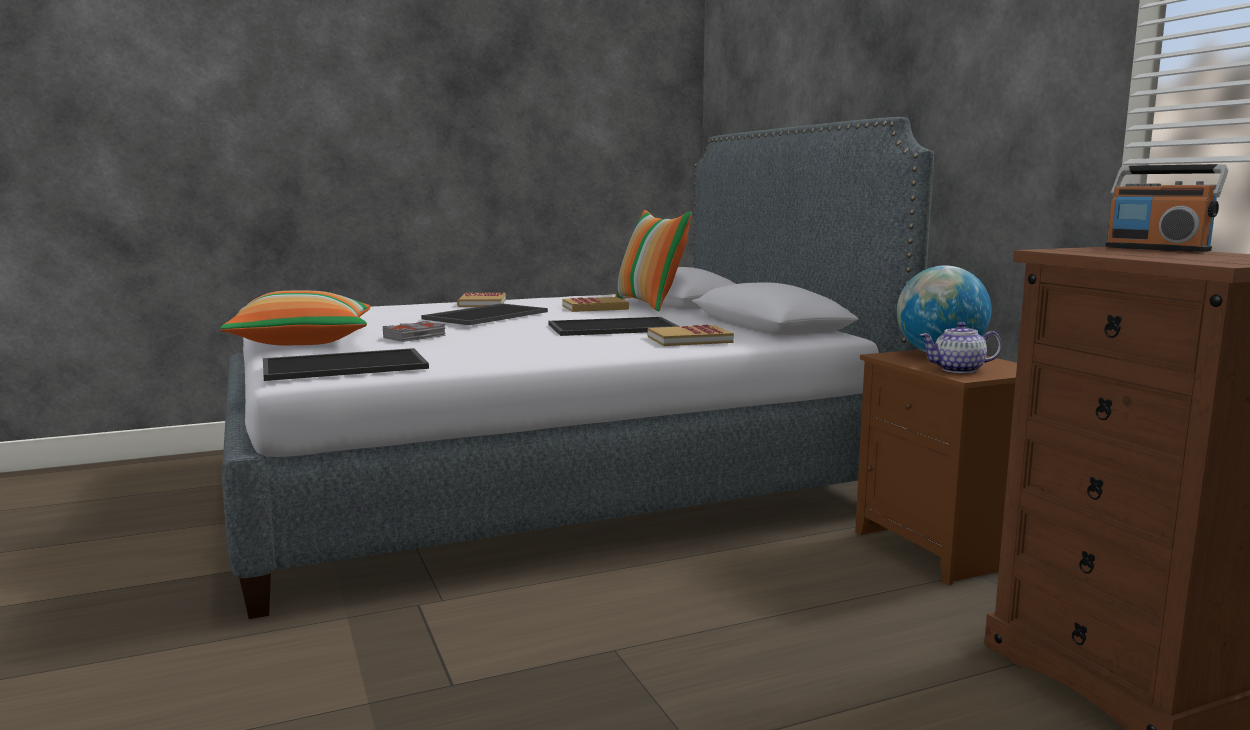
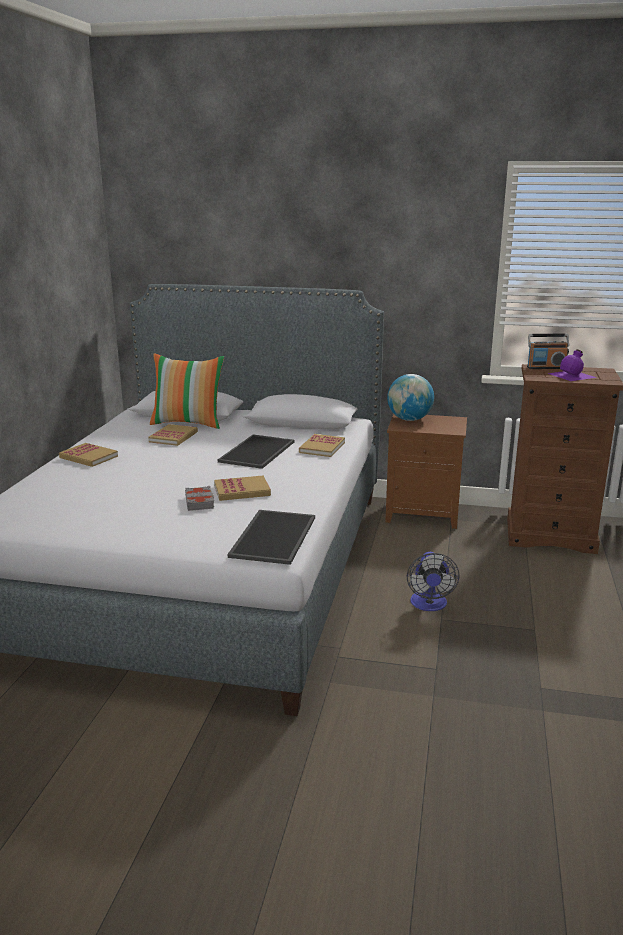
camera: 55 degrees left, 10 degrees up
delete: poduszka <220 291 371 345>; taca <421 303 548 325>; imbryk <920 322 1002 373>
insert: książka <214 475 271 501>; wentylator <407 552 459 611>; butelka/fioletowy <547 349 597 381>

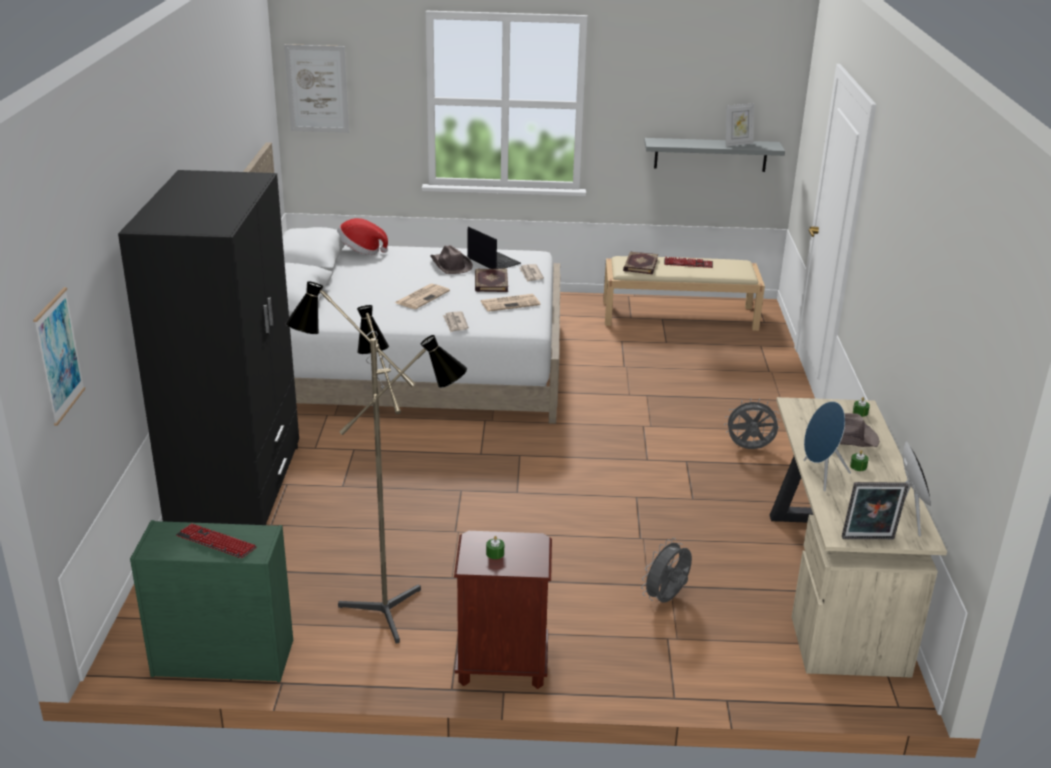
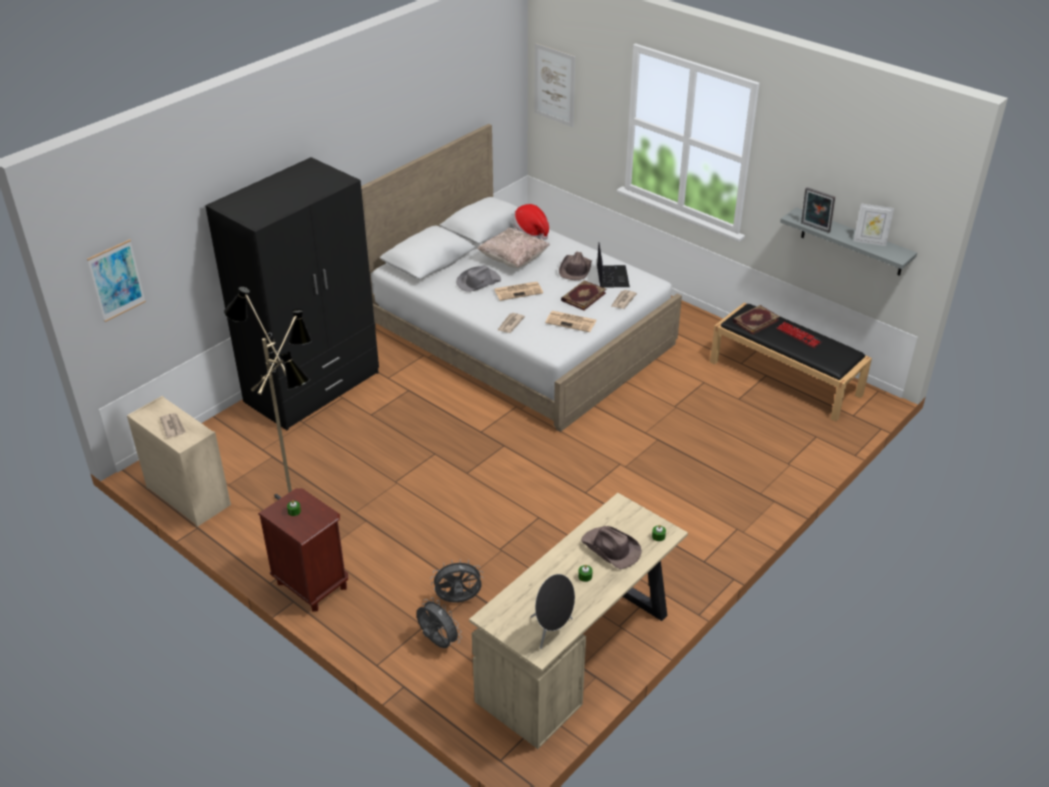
camera: 40 degrees right, 10 degrees up
delete: głośnik/niebieski <804 401 851 492>
insert: kapelusz/szary <456 265 501 292>; poduszka/beżowy <477 228 550 268>
move: wentylator/szary <724 398 780 449> to <416 597 462 648>; ramka na zdjęcie <842 482 909 539> to <801 187 835 233>
replace: klawiatura <176 523 257 558> to gazeta <160 413 186 438>
recolor: komoda/zielony <130 520 293 682> to komoda/beżowy <127 396 231 527>; ławka/beżowy <603 256 765 331> to ławka/czarny <710 303 872 422>

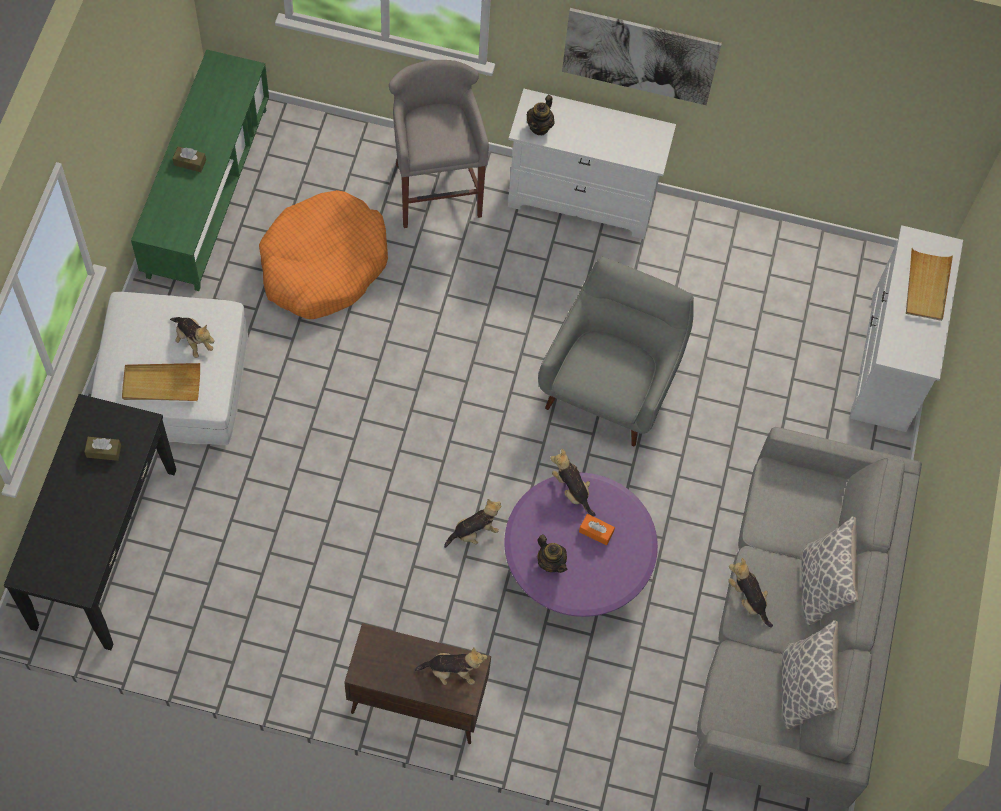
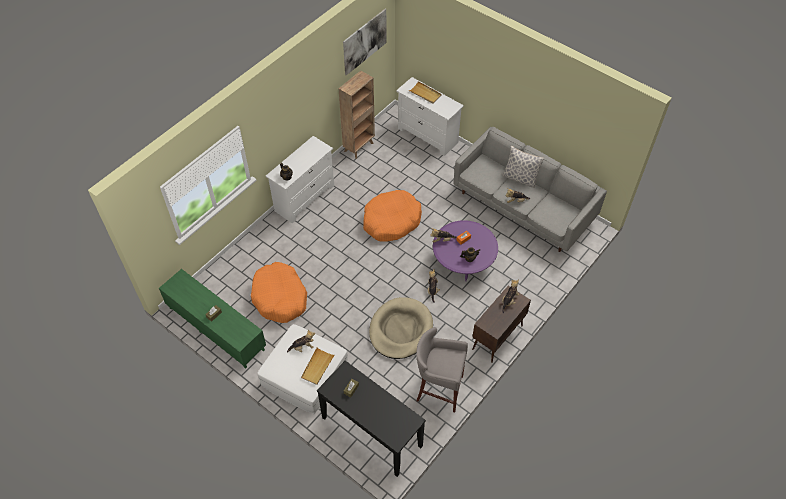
camera: 60 degrees left, 10 degrees down
delete: poduszka <782 620 839 729>
insert: regał/brązowy <339 71 375 159>; legowisko/beżowy <369 297 433 359>
move: obraz <562 8 722 105> to <343 9 387 75>; stołek/szary <389 60 489 228> to <416 327 468 412>
replace: fotel/szary <538 257 694 446> to legowisko/pomarańczowy <363 190 422 242>

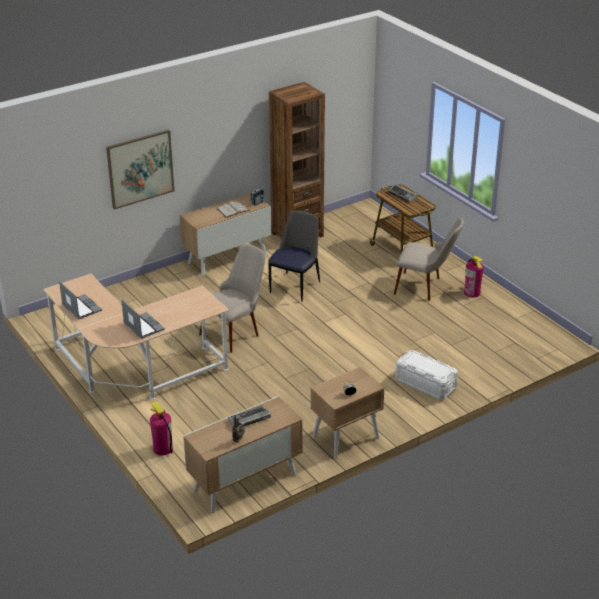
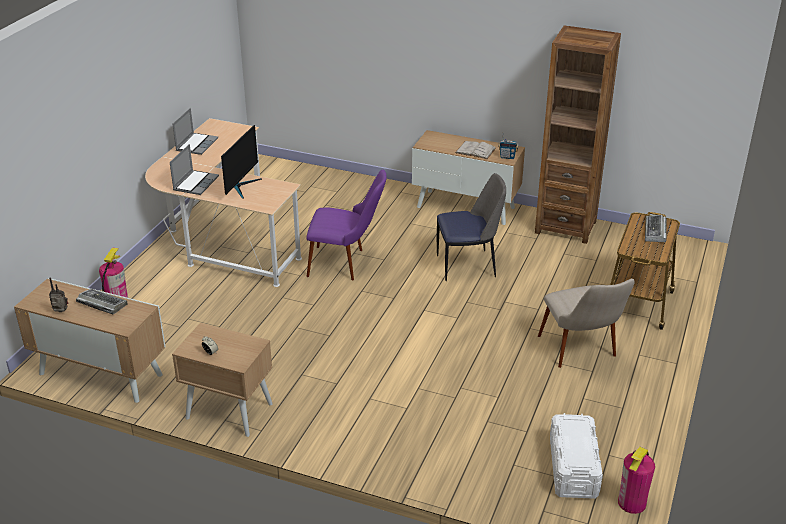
camera: 55 degrees right, 0 degrees up
delete: obraz <106 130 174 209>
insert: monitor <221 125 262 199>
move: pojemnik do przechowywania/biały <395 350 458 400> to <550 413 603 499>; gaśnica <464 256 484 298> to <618 447 655 514>
recolor: krzesło/beżowy <199 244 265 353> to krzesło/fioletowy <306 170 387 281>

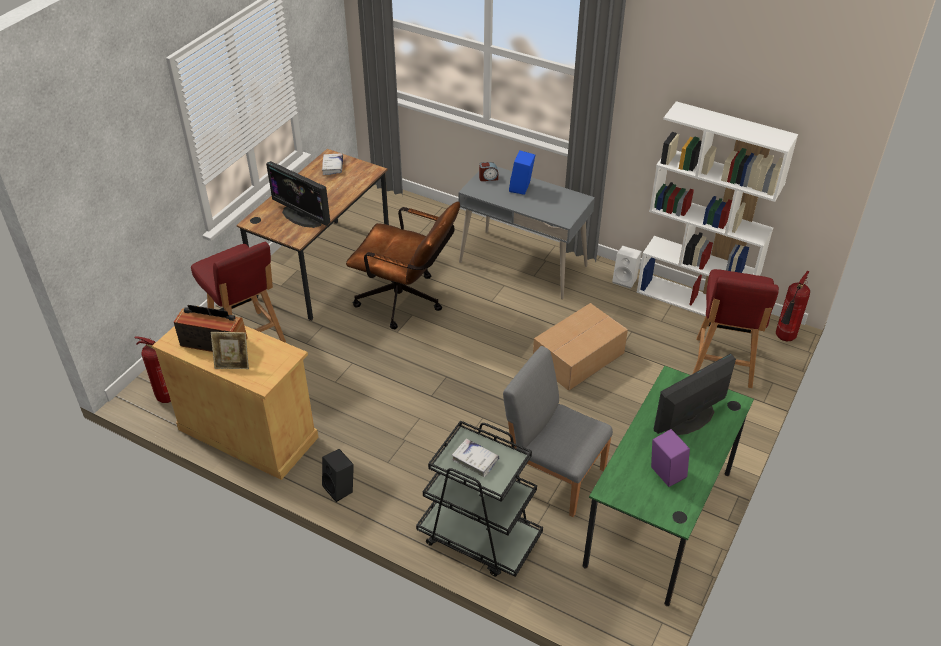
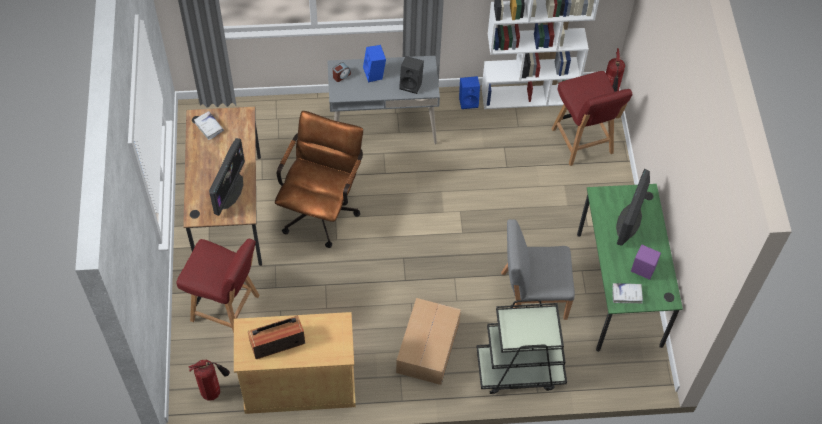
camera: 35 degrees left, 15 degrees up
delete: ramka na zdjęcie <211 332 249 369>
move: karton <533 303 628 391> to <396 298 461 385>; głośnik/czarny <322 449 354 502> to <399 56 424 94>; książka/biały <452 438 500 477> to <612 283 643 303>
recolor: głośnik/biały <612 246 642 289> to głośnik/niebieski <459 76 480 109>
rotate: monitor <266 161 330 228> = <209 138 245 216> 75 degrees counterclockwise; krzesło biurowe/brązowy <346 201 460 329> = <275 111 363 248> 60 degrees counterclockwise

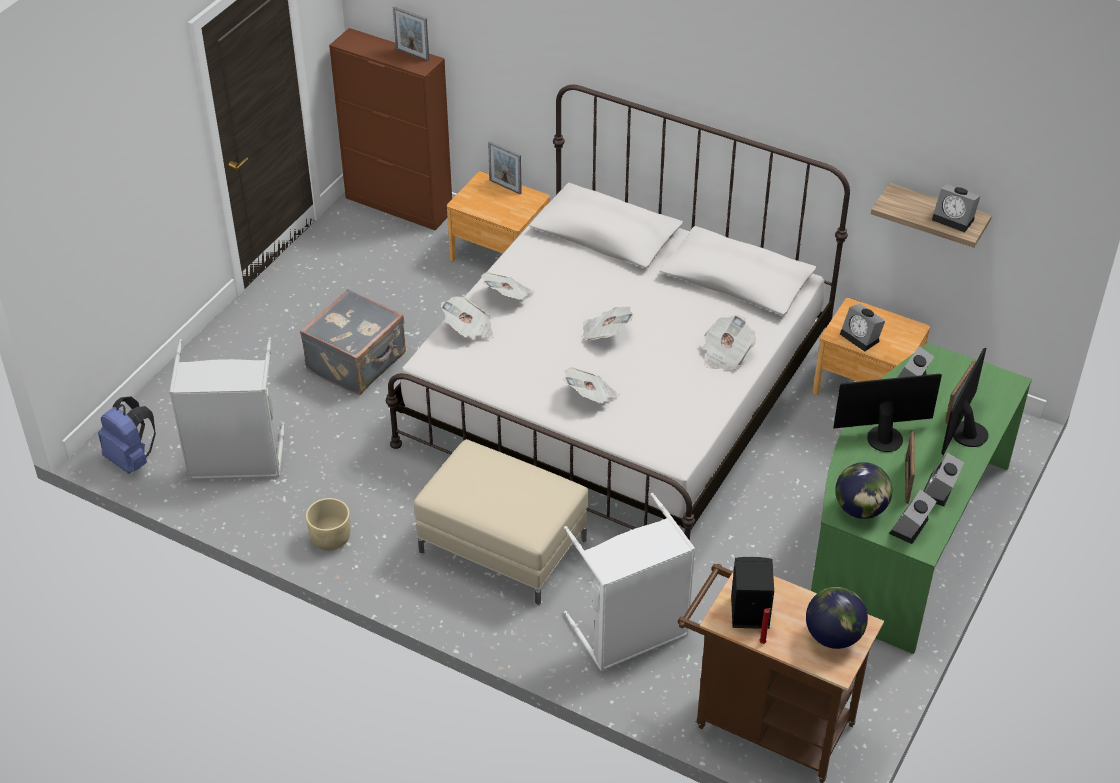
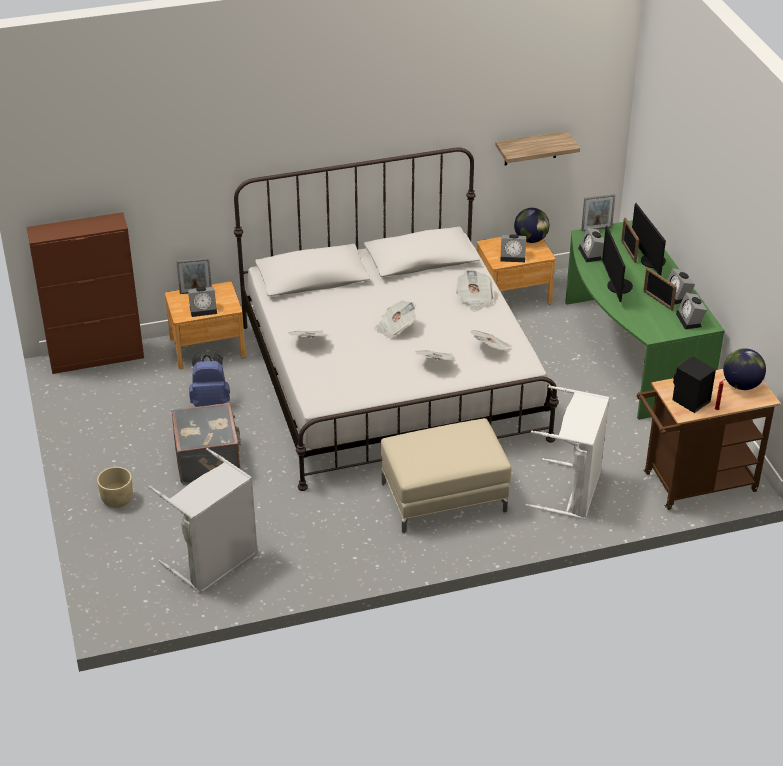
camera: 45 degrees left, 5 degrees down
move: donica/beżowy <306 498 350 551> to <97 467 133 508>; budzik <932 184 980 232> to <188 287 217 317>; plecak/niebieski <98 396 156 474> to <189 351 230 407>; gazeta <441 297 494 339> to <470 330 512 351>; globus <835 462 892 519> to <514 208 549 243>; ramka na zdjęcie <393 6 429 61> to <581 194 616 231>
rotate: monitor <833 374 942 452> = <602 226 633 302> 45 degrees counterclockwise

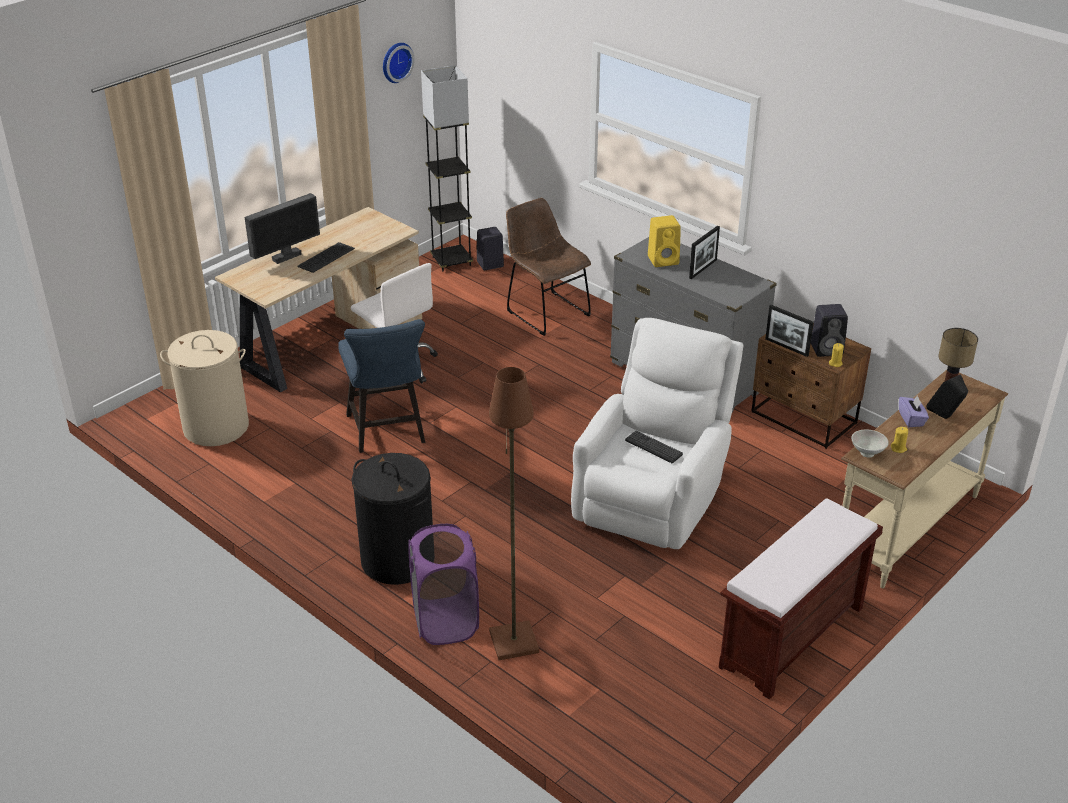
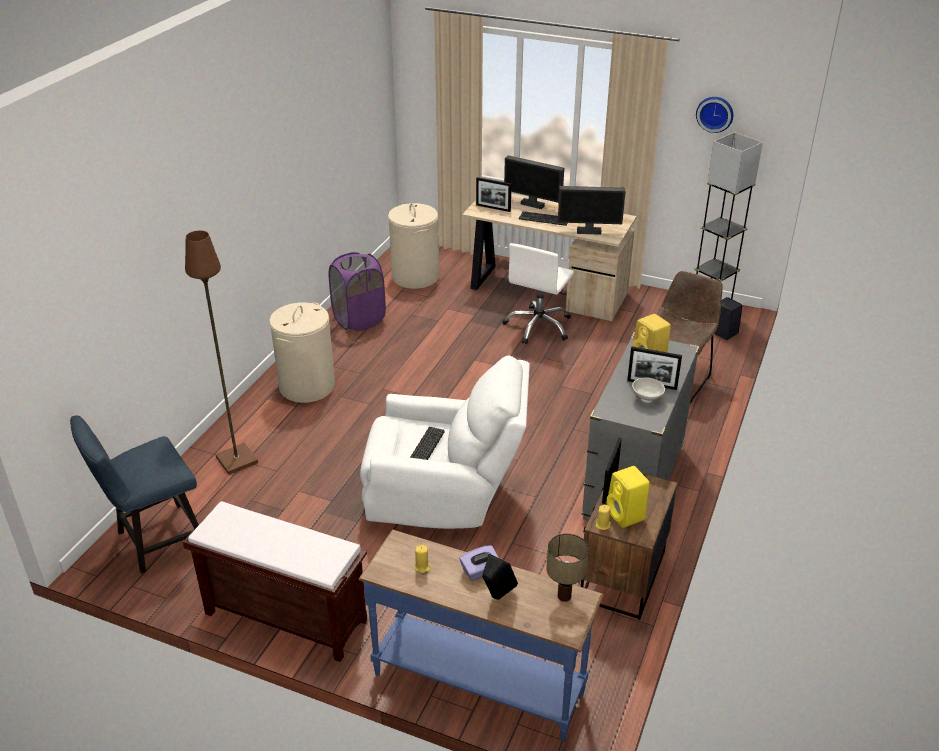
camera: 70 degrees right, 0 degrees up
insert: ramka na zdjęcie <476 177 512 212>; monitor <558 186 626 235>
move: krzesło/niebieski <338 319 425 453> to <70 415 199 574>; kosz na pranie/fioletowy <408 524 479 645> to <328 252 386 331>; miska/biały <851 430 889 458> to <632 378 665 403>
recolor: kosz na pranie/czarny <352 453 433 585> to kosz na pranie/beżowy <269 303 335 403>; stolik konsolowy/beżowy <841 370 1008 588> to stolik konsolowy/niebieski <358 529 604 742>; głośnik/czarny <811 304 848 357> to głośnik/żółty <607 466 650 528>

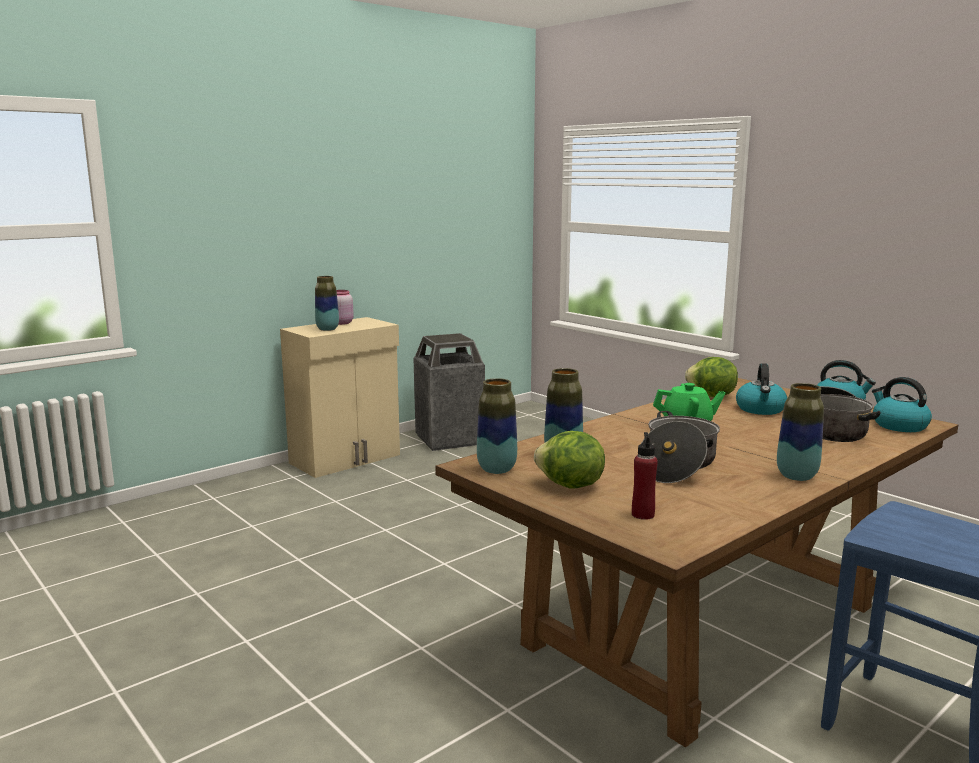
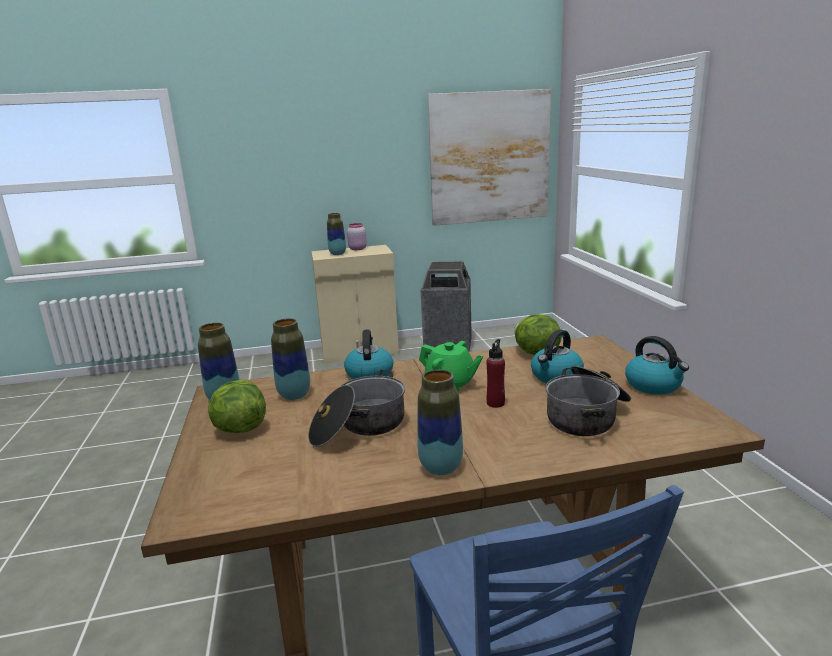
camera: 30 degrees right, 5 degrees up
insert: obraz <427 89 551 226>
move: czajnik <872 377 932 432> to <344 329 393 379>; butelka/czerwony <632 432 658 520> to <486 339 505 408>

